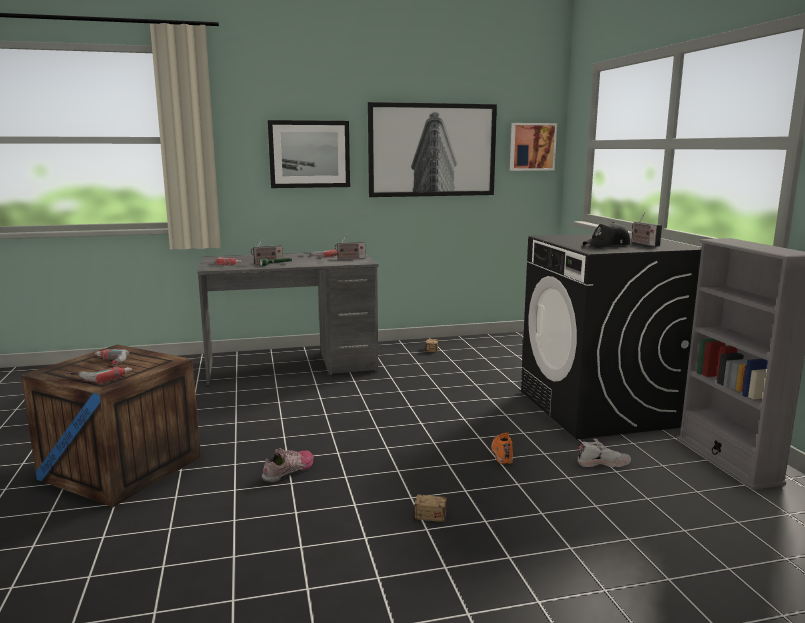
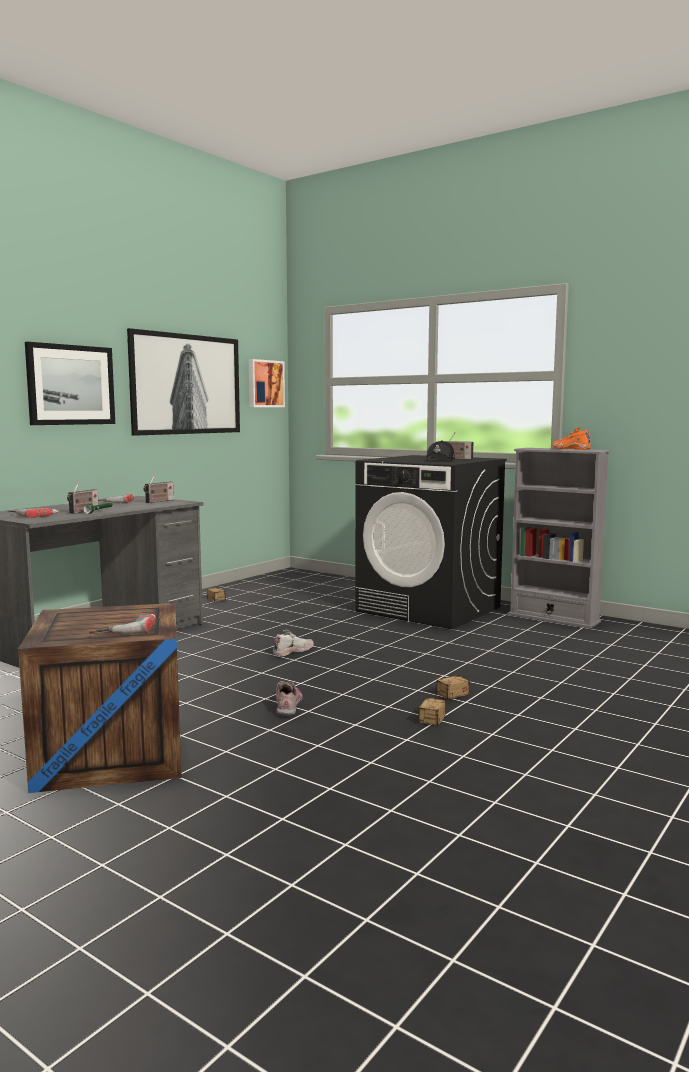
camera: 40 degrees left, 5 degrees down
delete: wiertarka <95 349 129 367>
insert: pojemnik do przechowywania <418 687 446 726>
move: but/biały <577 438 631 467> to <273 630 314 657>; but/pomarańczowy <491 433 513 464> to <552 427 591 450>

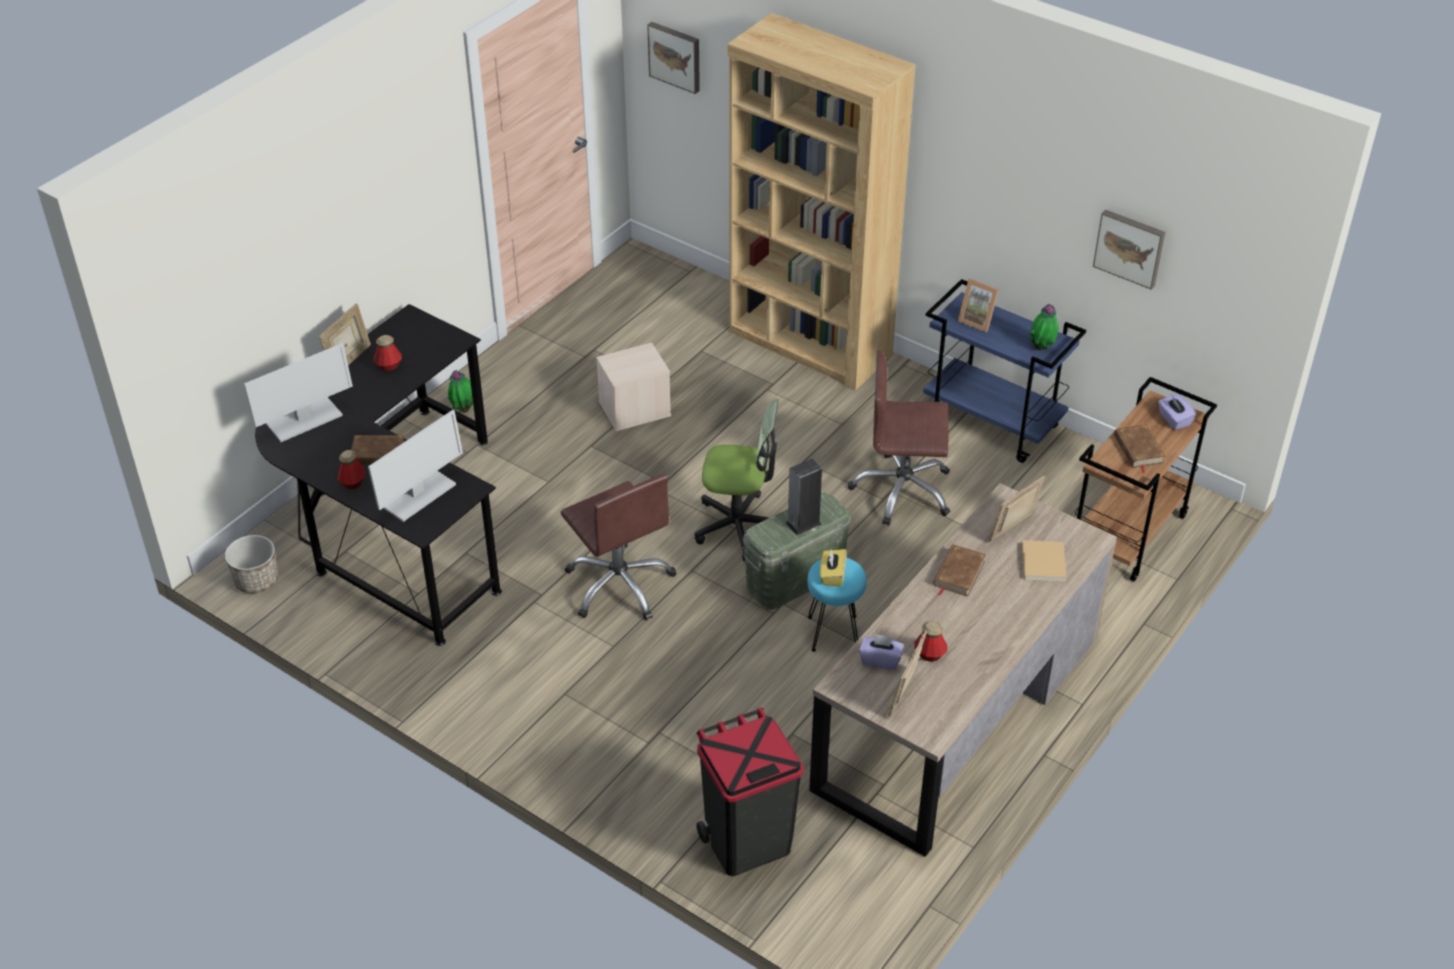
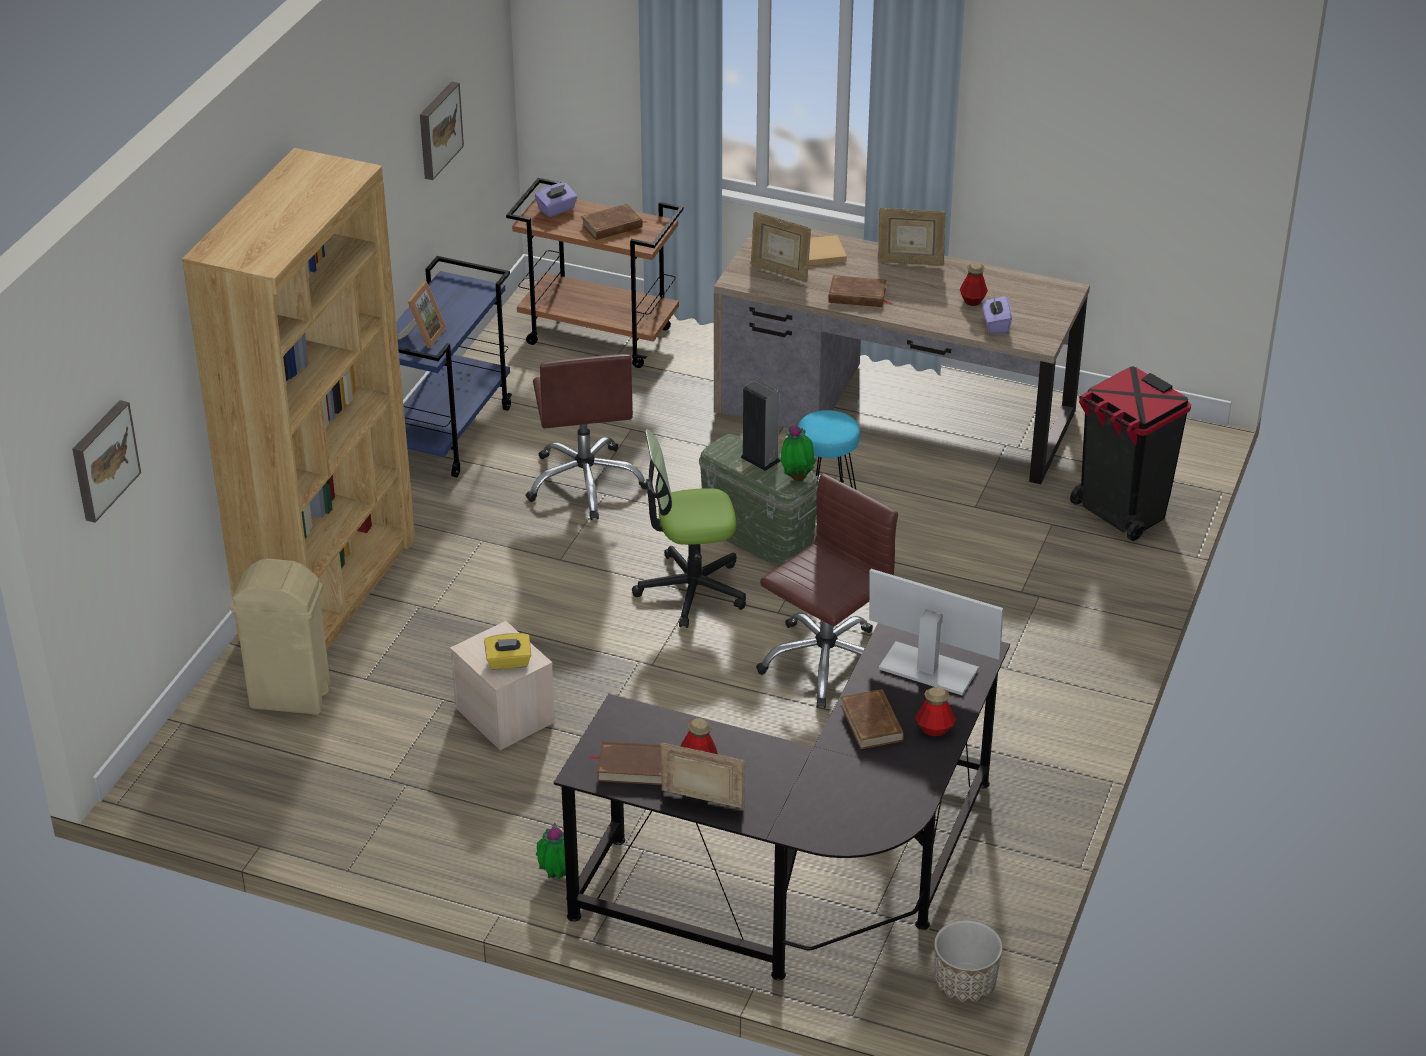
camera: 105 degrees left, 5 degrees down
delete: monitor <244 343 353 442>
insert: kosz na śmieci/beżowy <230 559 331 715>; książka/brązowy <589 741 662 785>
move: pudełko chusteczek/żółty <820 549 847 586> to <484 633 531 670>; roślina doniczkowa <1030 304 1059 350> to <780 424 817 481>; ramka na zdjęcie <888 631 927 717> to <878 208 946 266>
rotate: krzesło biurowe <695 399 778 561> = <632 429 746 628> 90 degrees counterclockwise

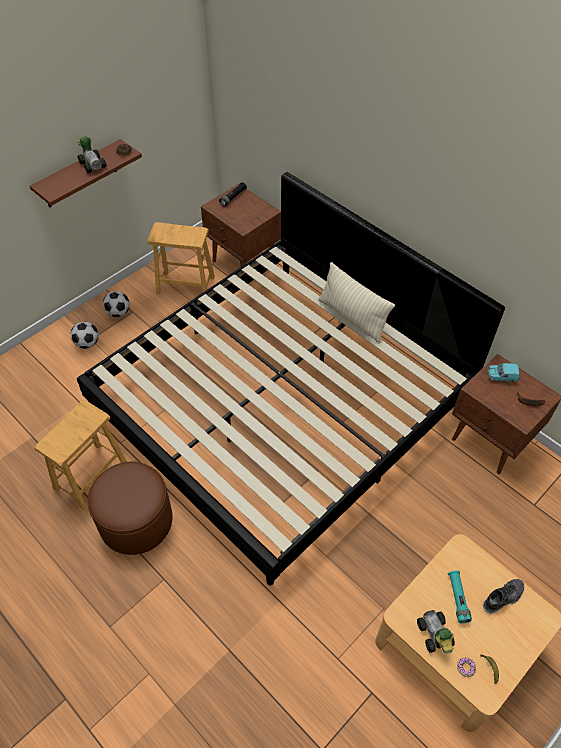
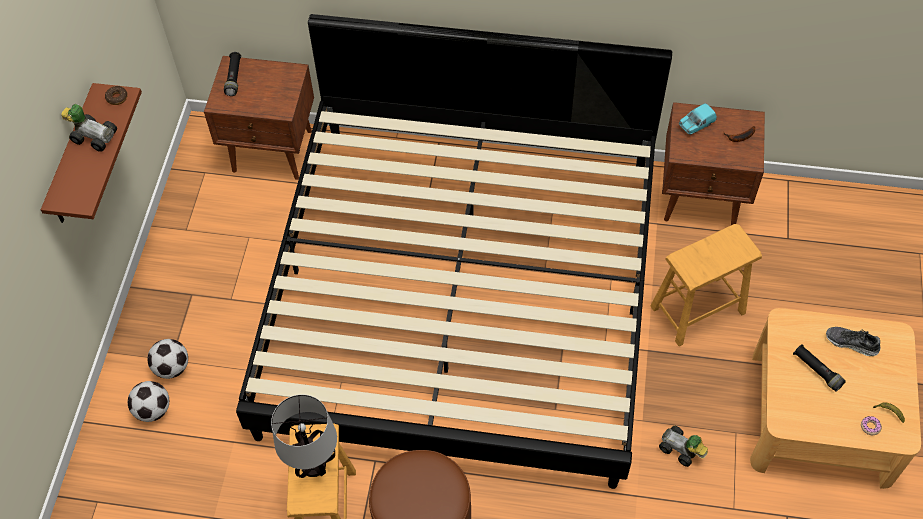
camera: 35 degrees left, 5 degrees up
delete: poduszka/beżowy <318 262 395 343>
insert: lampa stołowa <271 394 337 478>
move: piłka futbolowa <103 291 130 317> to <128 381 169 422>; stołek/brązowy <147 222 215 294> to <650 224 762 346>; samochodzik <417 610 455 654> to <659 426 708 467>
recolor: latarka/turkusowy <448 570 472 623> to latarka/czarny <793 345 846 391>
rotate: but <482 579 524 614> = <826 327 880 356> 90 degrees counterclockwise

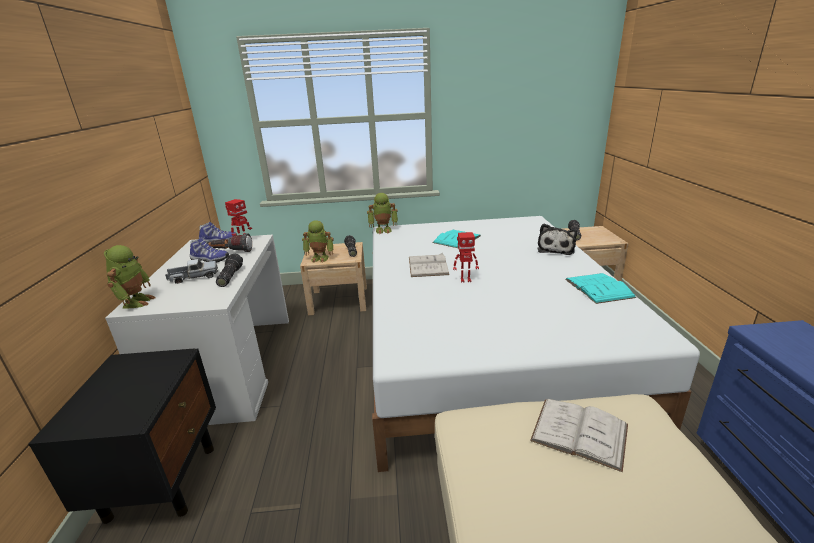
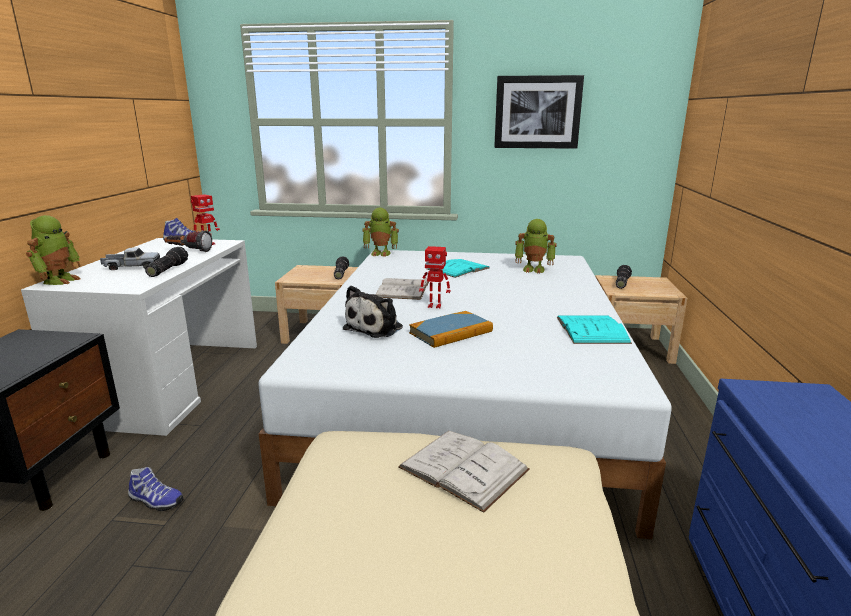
camera: 10 degrees right, 5 degrees down
insert: książka <409 311 493 348>; obraz <494 75 584 149>
move: but <190 237 229 262> to <128 467 184 511>; pluszak <538 224 577 255> to <343 285 403 338>; robot zabawkowy <302 220 334 263> to <515 219 557 274>

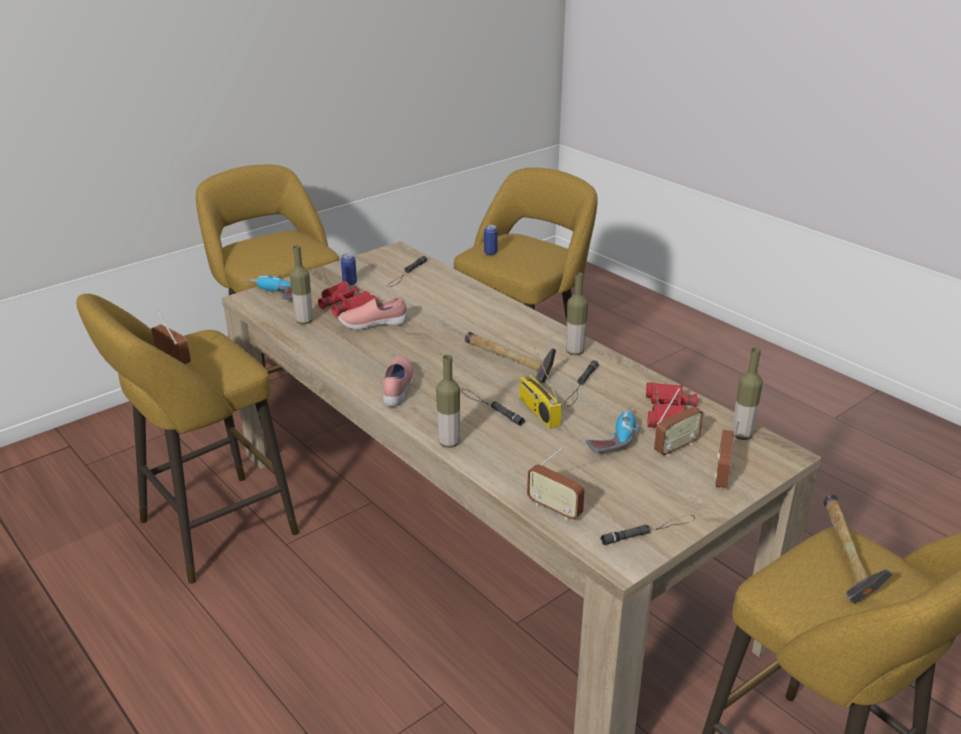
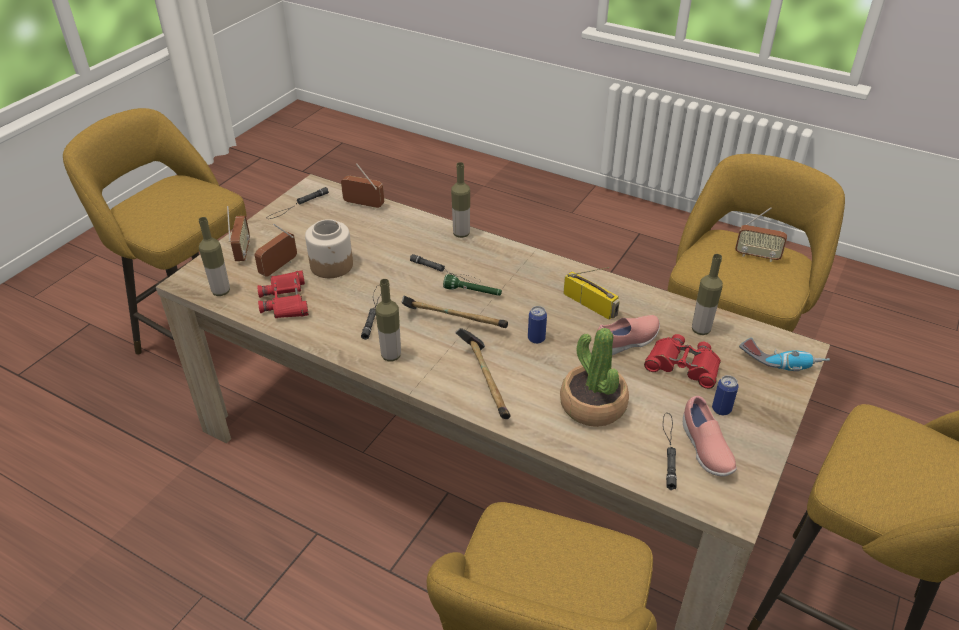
camera: 160 degrees right, 10 degrees up
insert: latarka/zielony <443 274 502 296>; roślina doniczkowa <560 328 629 427>
move: młotek <823 495 893 604> to <455 328 511 419>; puszka <484 225 498 255> to <528 306 547 344>; radio <520 347 561 429> to <563 267 620 320>; but/różowy <383 356 413 406> to <683 396 737 476>
replace: wiertarka <586 406 640 453> to słoik <305 219 353 278>

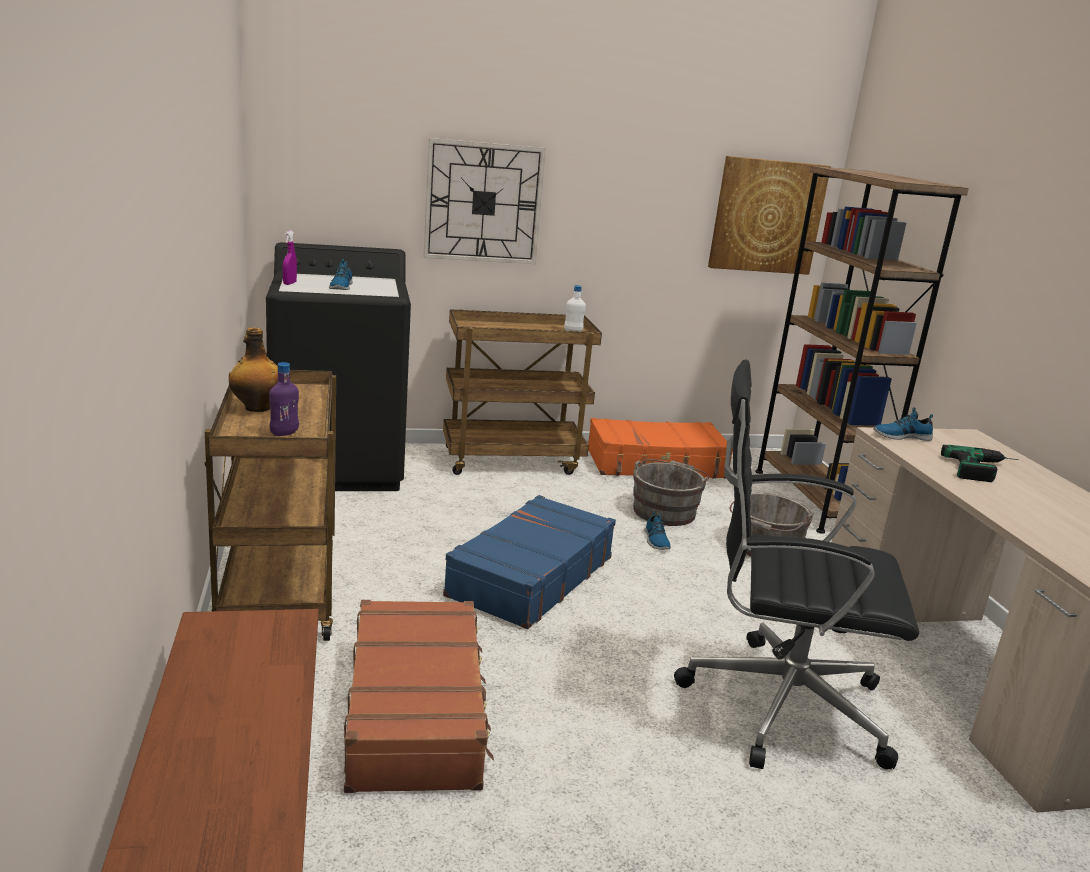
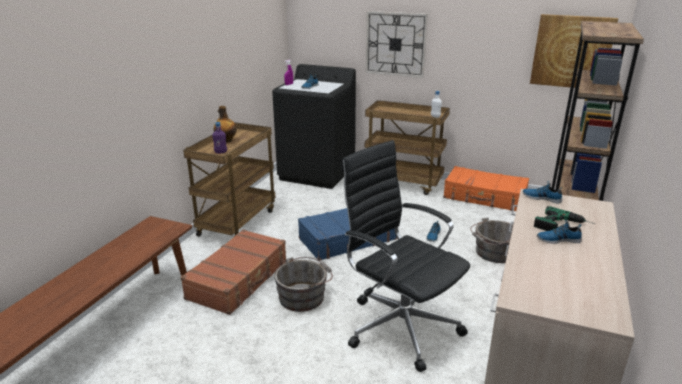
camera: 35 degrees right, 5 degrees up
insert: but <537 220 582 244>
move: wiadro/szary <633 459 709 526> to <274 257 333 312>

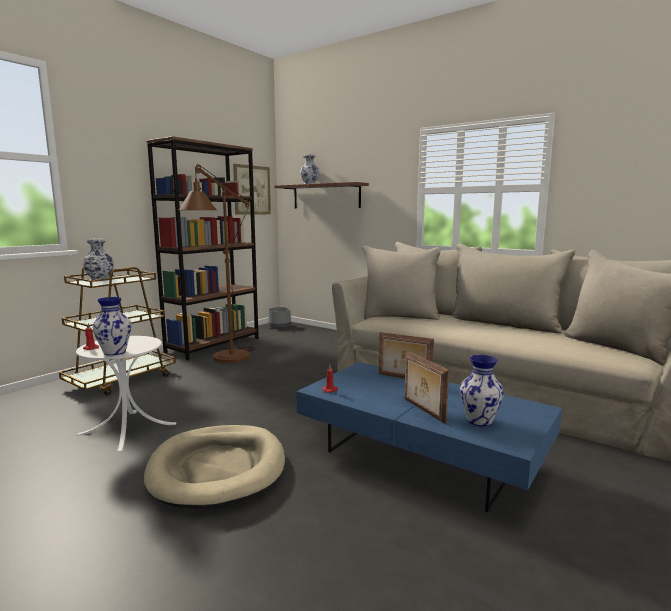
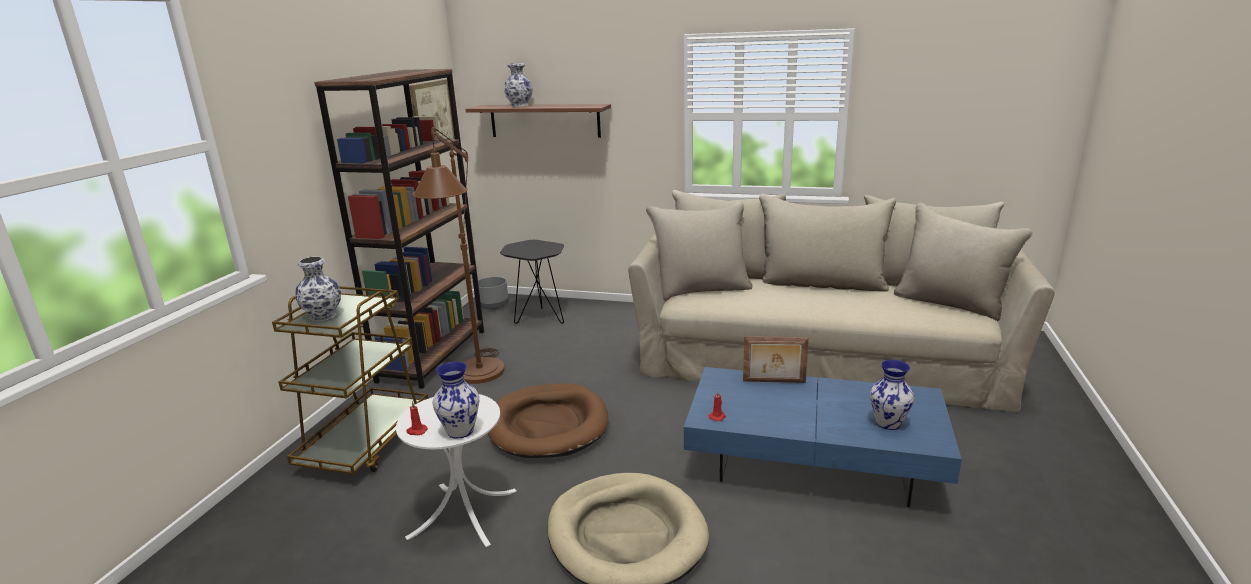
camera: 20 degrees left, 10 degrees up
delete: ramka na zdjęcie <404 351 449 424>
insert: legowisko/brązowy <488 383 609 458>; stolik/czarny <500 240 564 324>

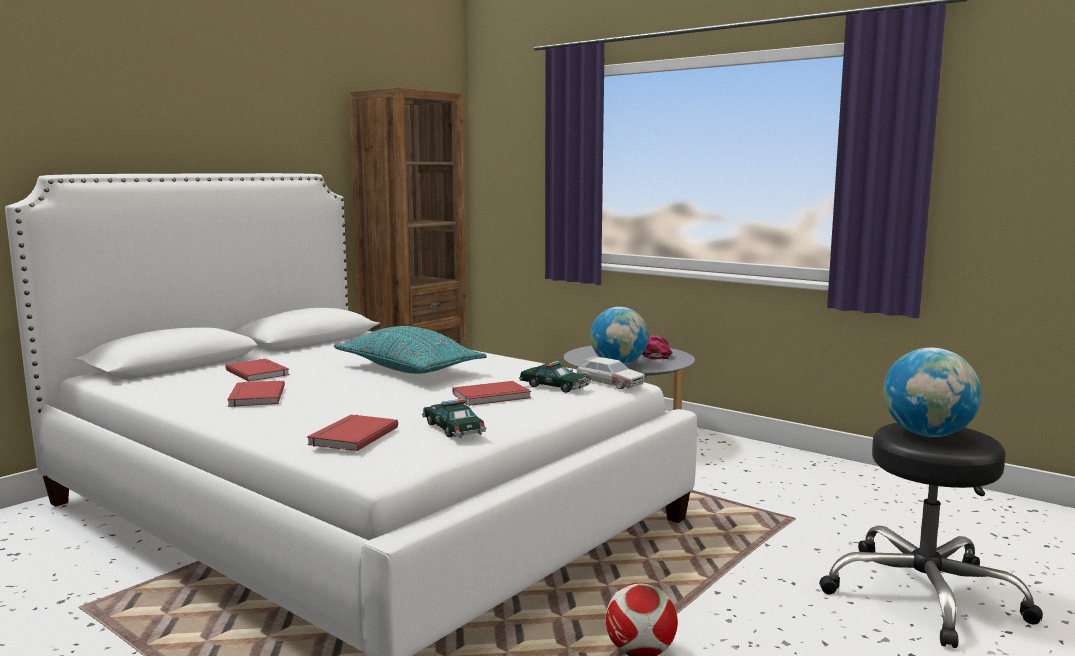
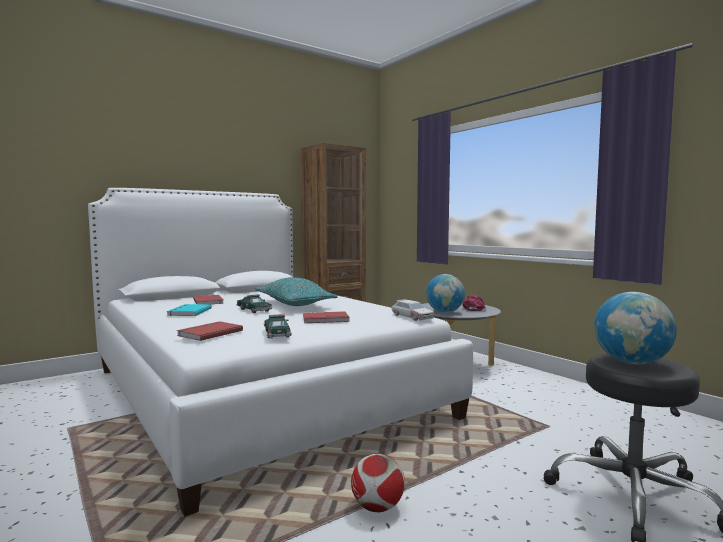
camera: 15 degrees right, 5 degrees down
move: samochodzik <519 361 590 393> to <237 294 273 313>
recolor: książka/czerwony <227 380 285 407> to książka/turkusowy <167 304 212 316>

